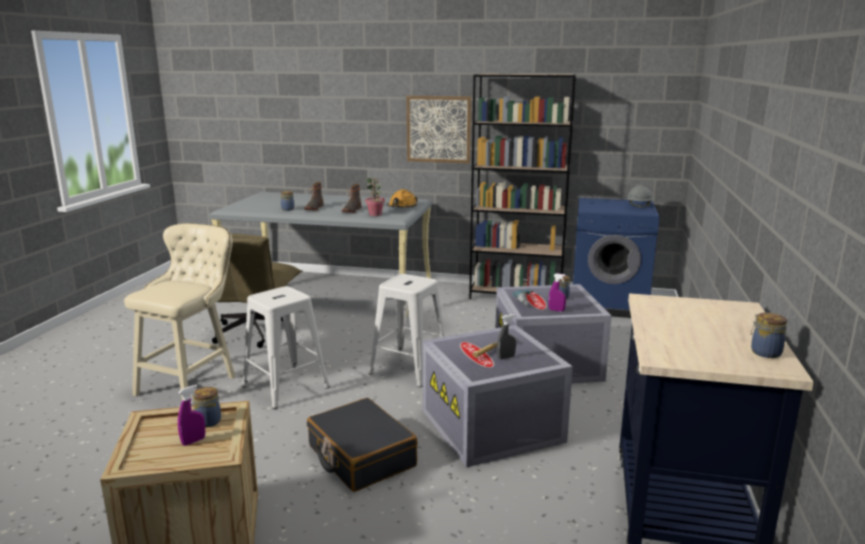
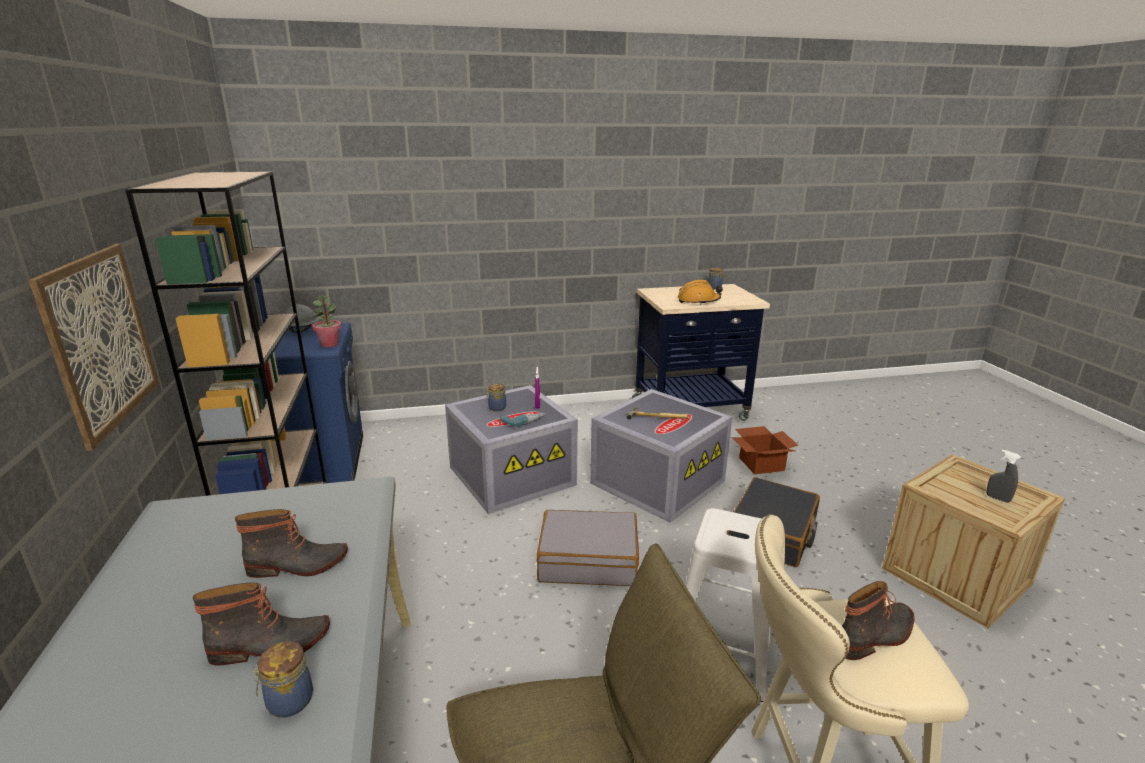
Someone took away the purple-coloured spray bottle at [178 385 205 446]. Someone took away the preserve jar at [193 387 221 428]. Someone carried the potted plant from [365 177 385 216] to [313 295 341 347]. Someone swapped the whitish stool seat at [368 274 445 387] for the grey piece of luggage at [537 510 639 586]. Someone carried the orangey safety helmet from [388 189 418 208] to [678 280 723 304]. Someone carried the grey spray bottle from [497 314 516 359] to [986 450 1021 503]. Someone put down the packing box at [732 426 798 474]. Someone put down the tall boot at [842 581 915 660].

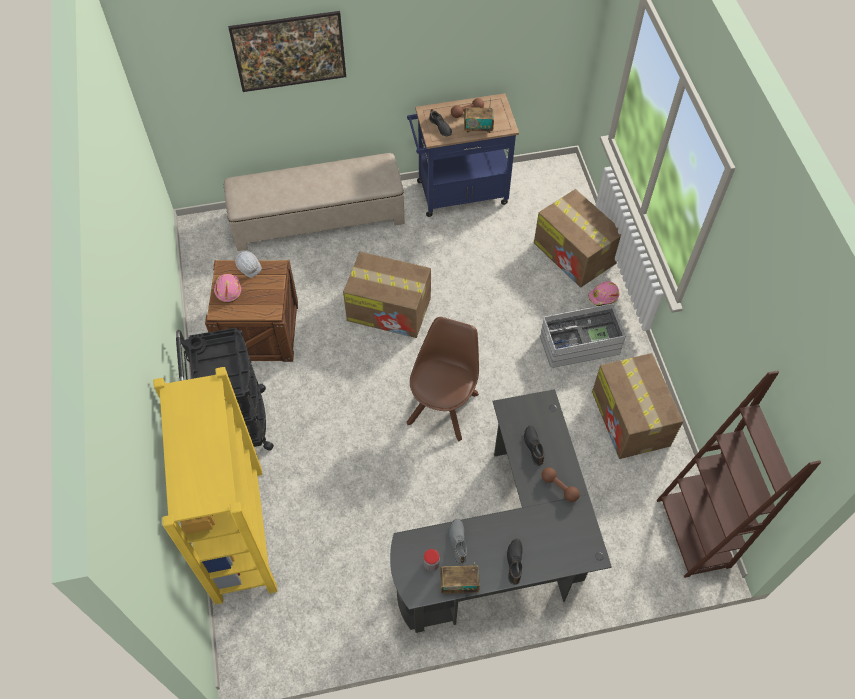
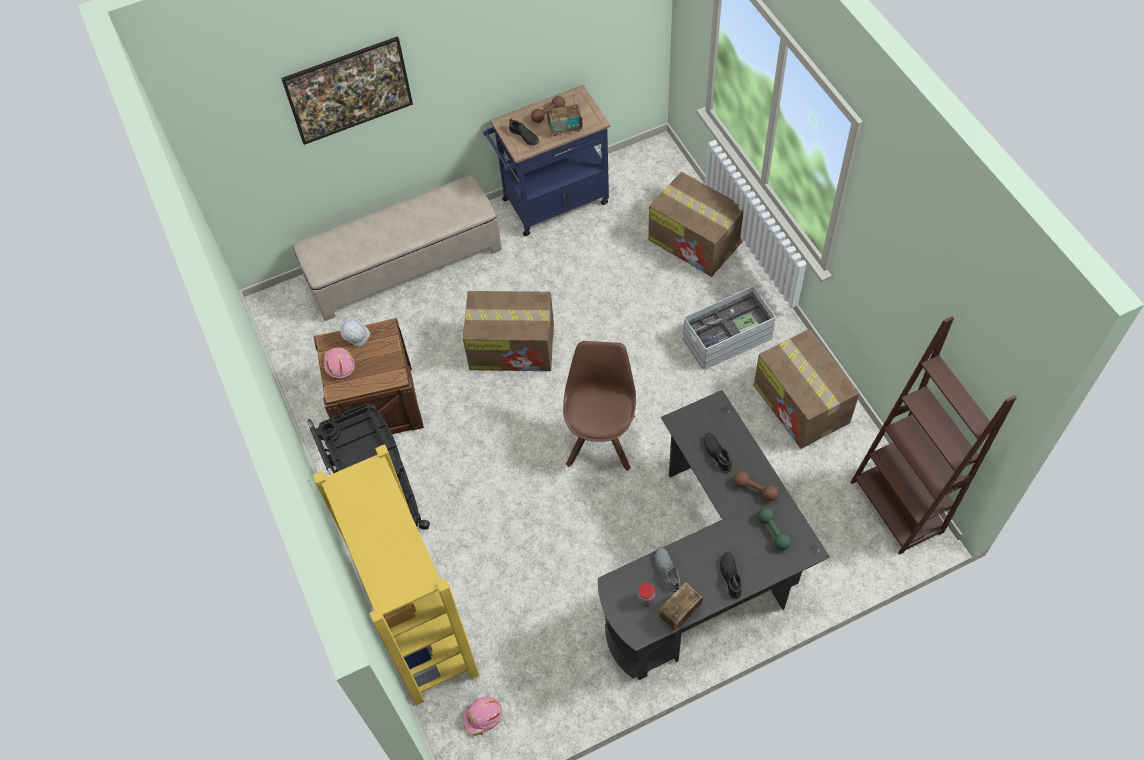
Someone rotated the radio at [440 562 480 594] by 150 degrees clockwise. Someone carried the pink safety helmet from [588 281 619 306] to [462 696 502 736]. Someone put down the green-coloured dumbbell at [758 507 791 550].

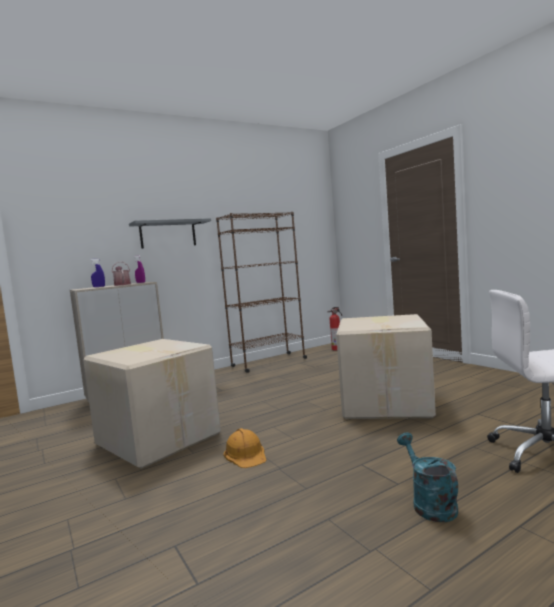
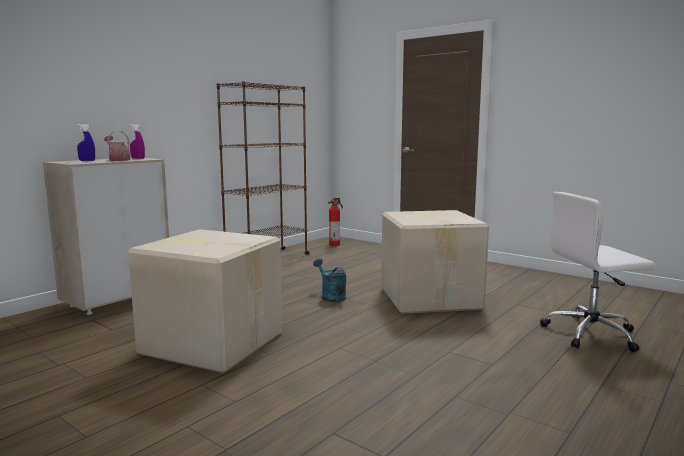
Someone took away the grey bracket shelf at [129 218 211 249]. Someone took away the orangey safety helmet at [223 428 266 468]. Someone carried the blue-green sprinkling can from [397 432 458 522] to [313 258 346 302].

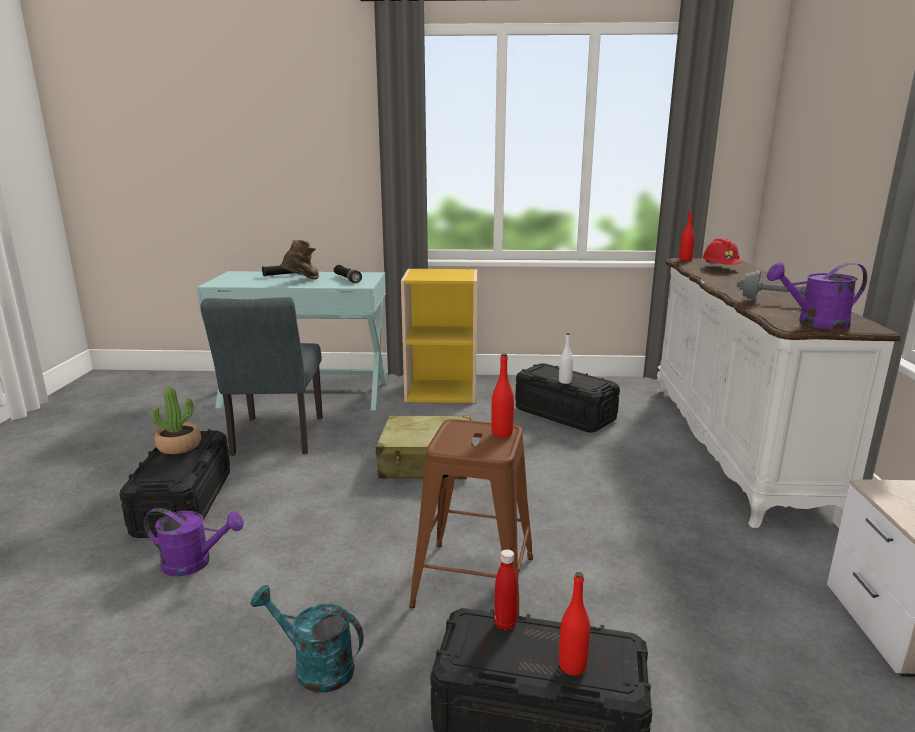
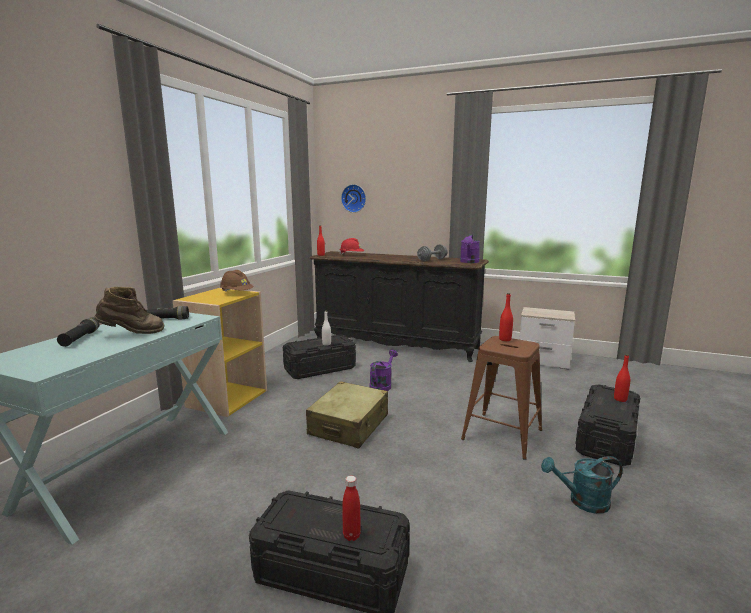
Someone carried the purple-coloured sprinkling can from [144 508 244 577] to [369 350 398 391]. Someone took away the potted plant at [151 387 201 454]. Someone took away the grey upright chair at [200 297 323 456]. Someone rotated the blue-green sprinkling can at [250 585 364 693] by 45 degrees clockwise. Someone rotated the brownish tall boot at [280 240 319 280] by 105 degrees clockwise. Someone carried the red drink bottle from [494 549 518 631] to [342 476 361 541]. Someone repainted the whitish storage cabinet at [657 258 901 528], which became the blackish storage cabinet at [310 251 489 362]. Someone put down the brownish safety helmet at [220 270 253 292]. Someone put up the wall clock at [341 184 366 213].

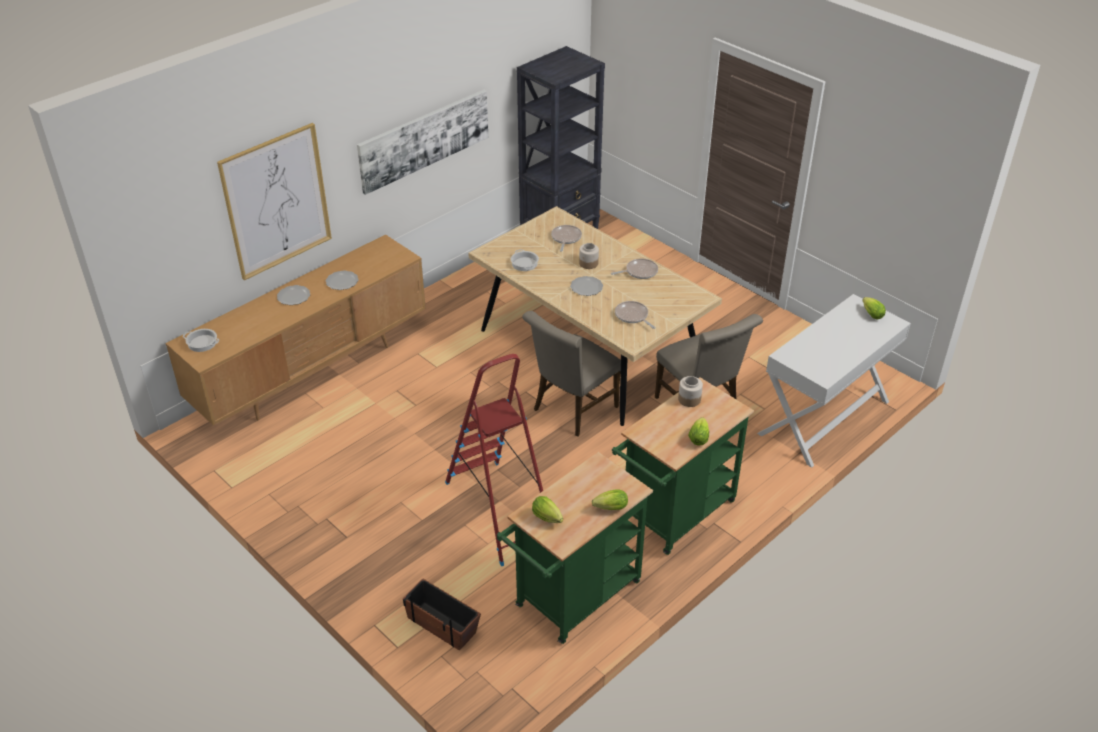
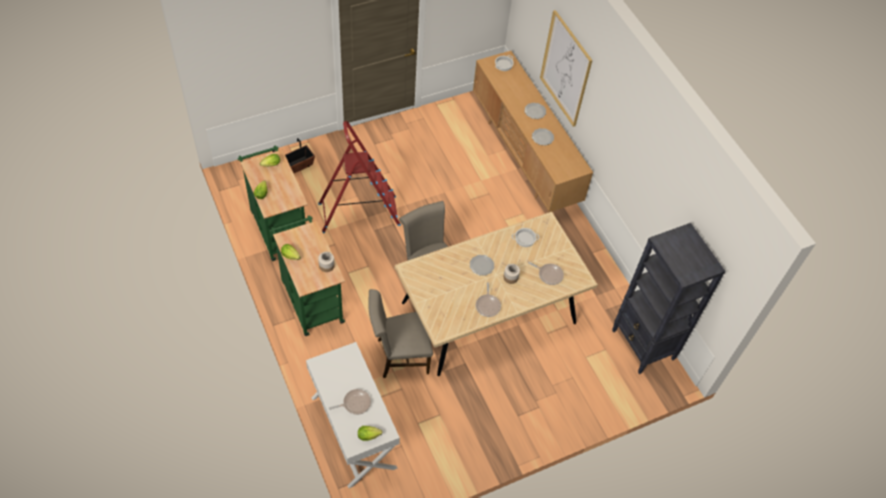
Someone took away the picture at [357 90 488 195]. Someone carried the frying pan from [615 301 656 329] to [329 389 371 415].

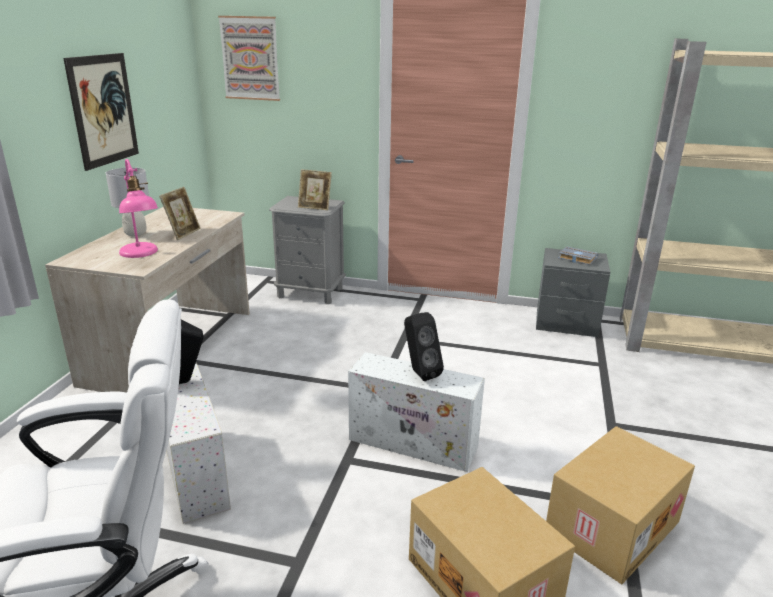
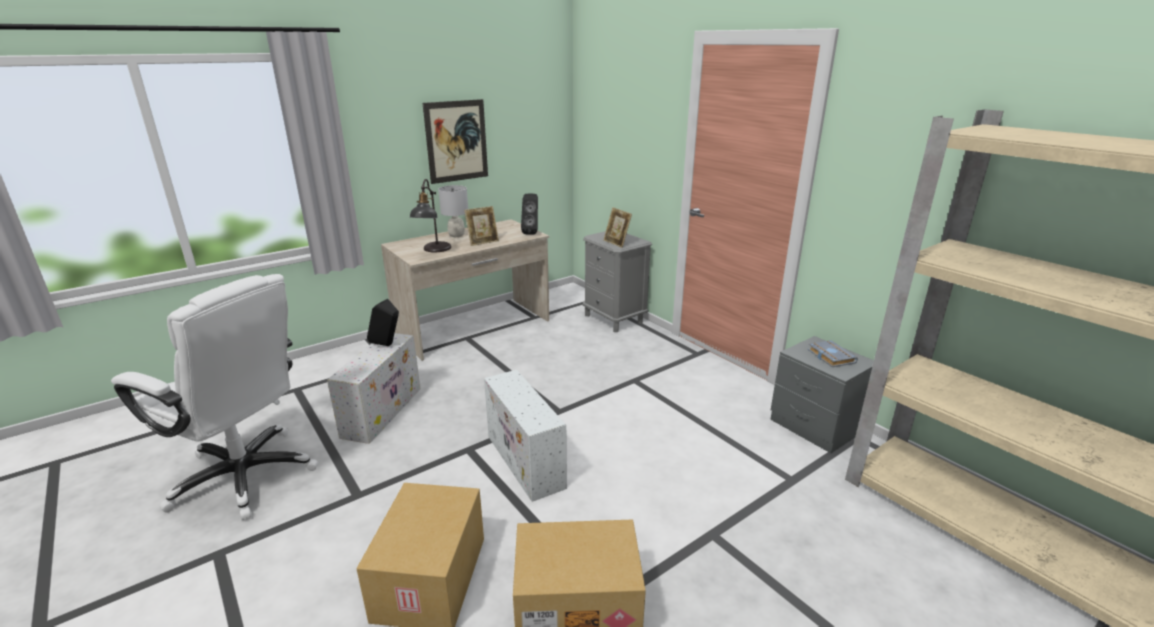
Someone repainted the pink lamp for a table at [119 159 158 258], which became the grey lamp for a table at [410 179 451 252]. Someone took away the picture at [218 16 280 101]. Someone carried the blackish speaker from [404 312 444 381] to [521 194 538 235].

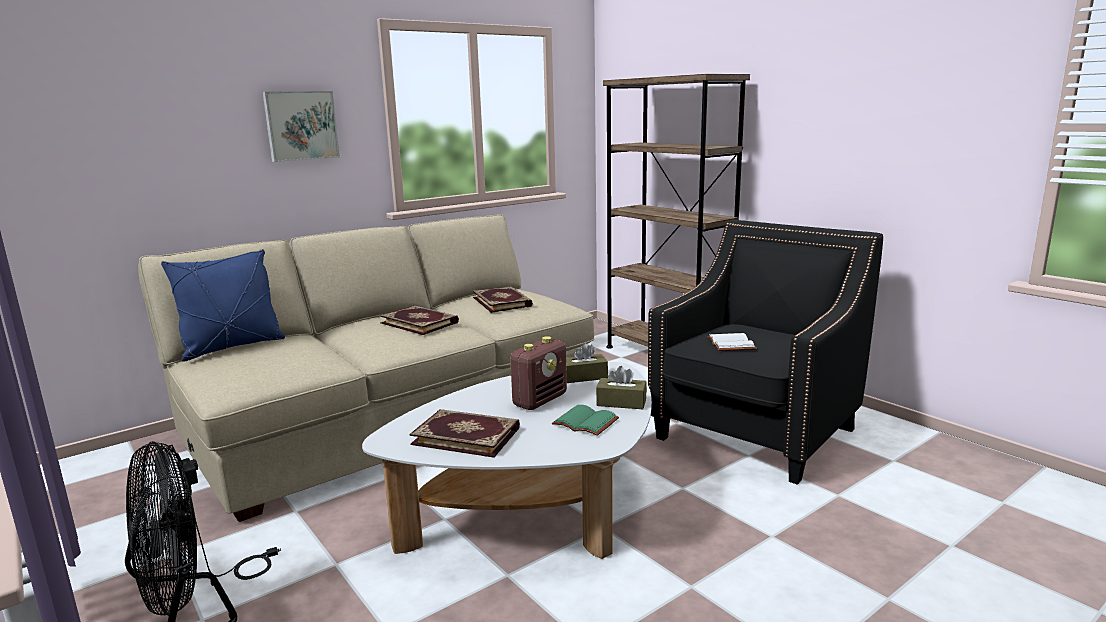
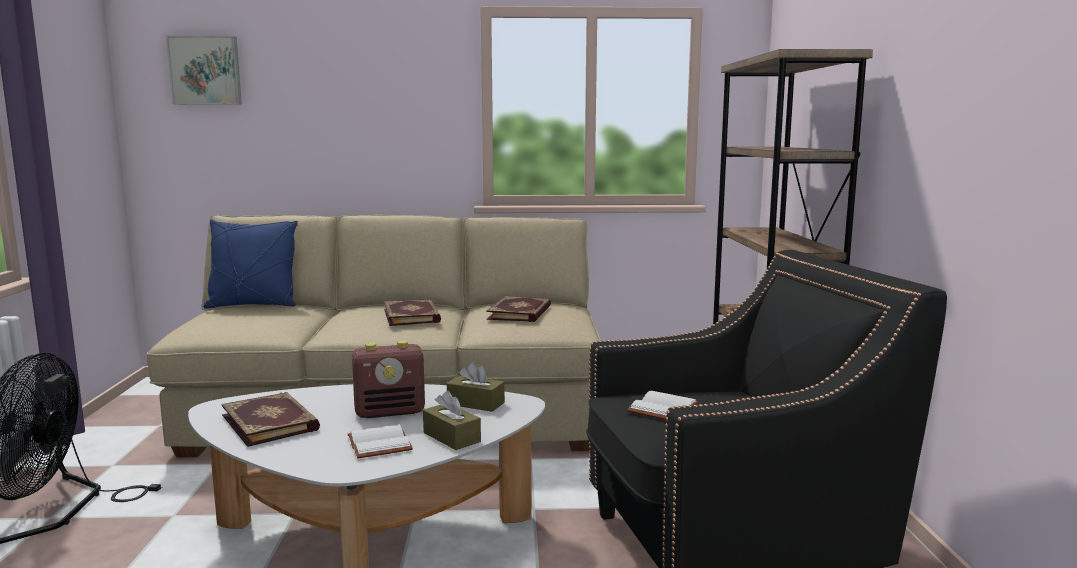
Someone carried the picture from [262 91 340 162] to [166 36 242 104]. Someone repainted the green-coloured volume at [552 405 619 436], which became the whitish volume at [348 424 413 458].

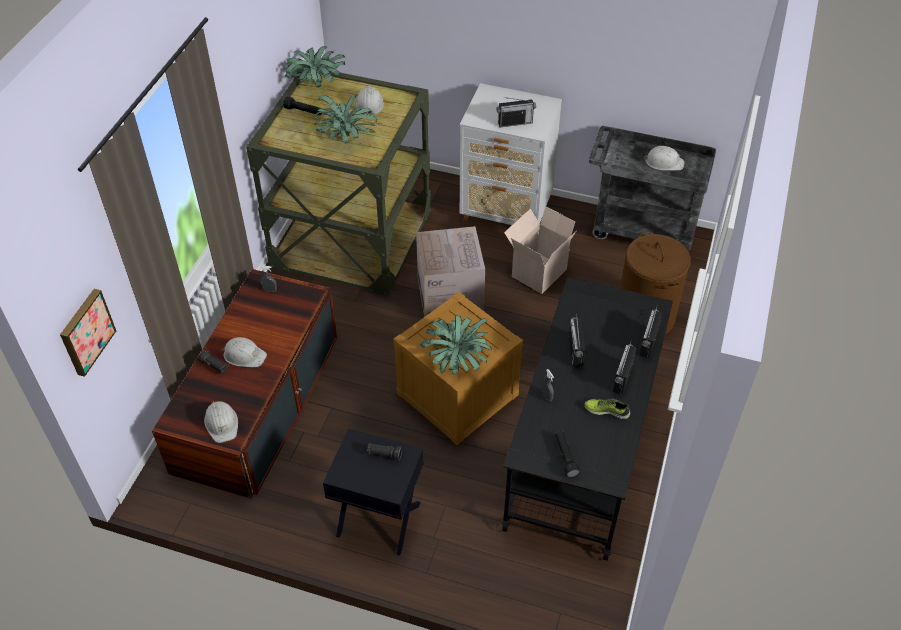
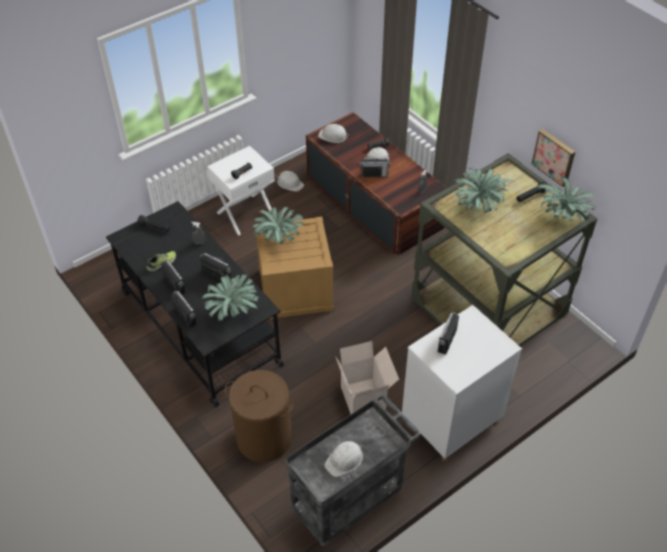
Someone carried the picture from [60 289 116 377] to [532 129 575 187]. Someone repainted the blackish night table at [323 429 423 556], which became the whitish night table at [207 146 275 235]. Someone carried the whitish safety helmet from [356 86 384 115] to [277 171 304 192]. Someone took away the packing box at [416 226 485 317]. Someone put down the potted plant at [202 274 259 321]. Someone put down the radio at [360 155 390 178].

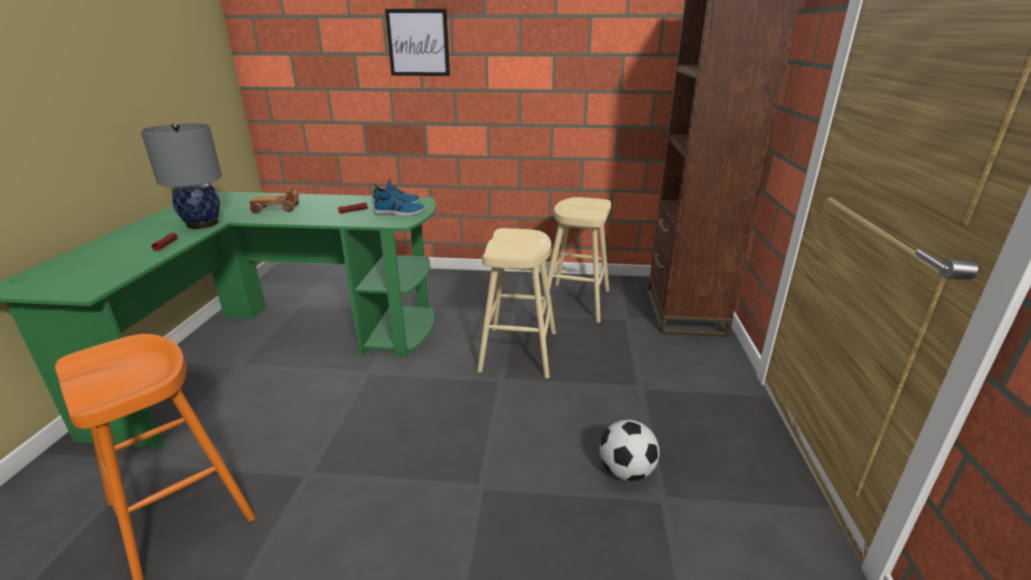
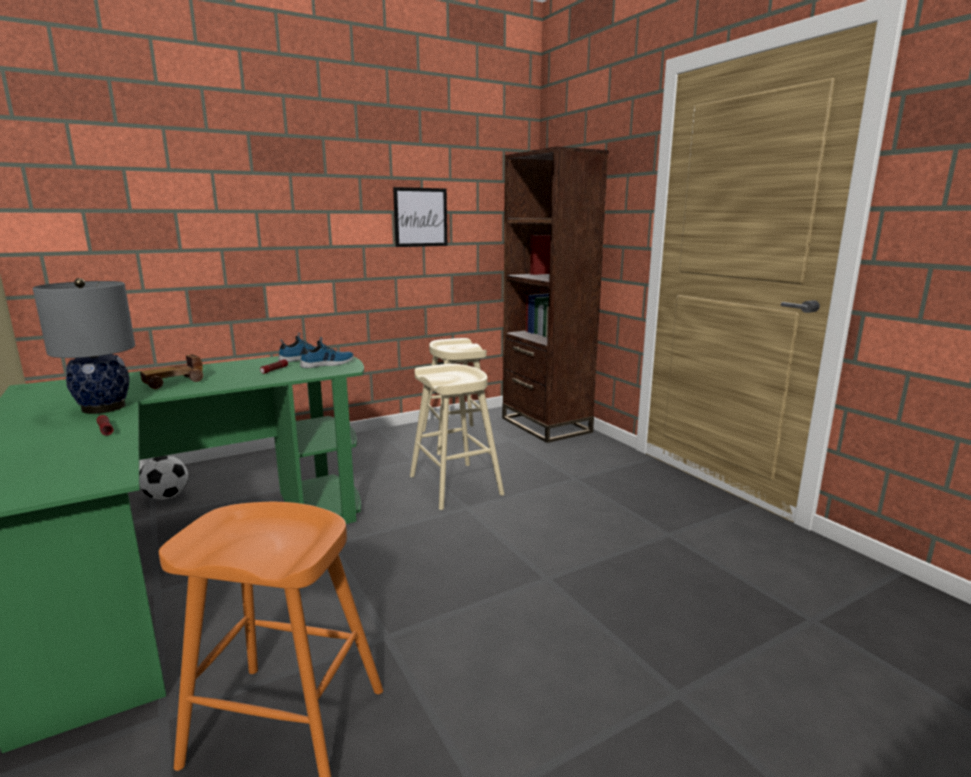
Someone carried the picture from [385 9 450 76] to [393 187 447 247]. Someone carried the ball for football from [600 420 660 481] to [140 455 188 500].

